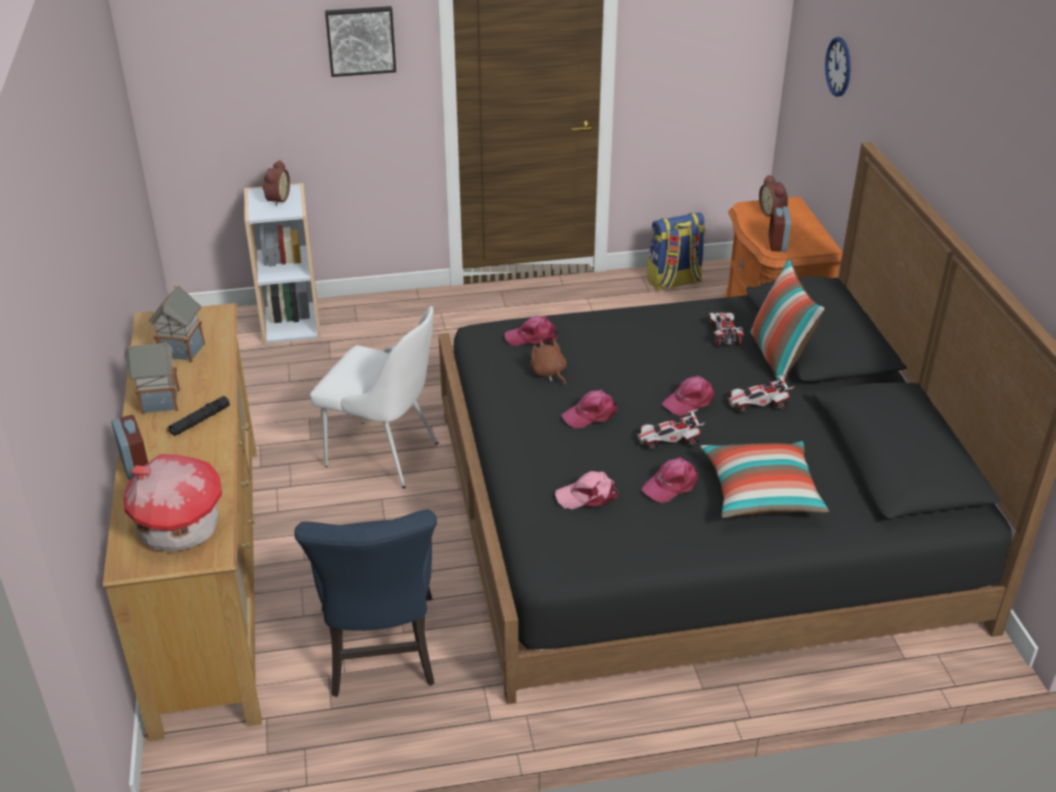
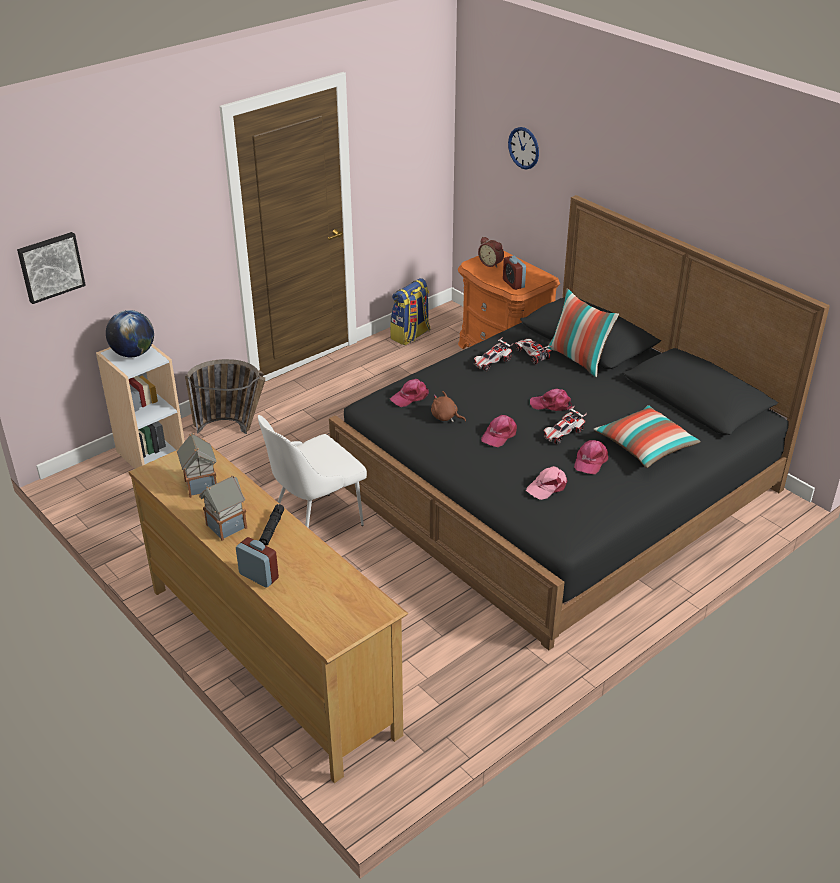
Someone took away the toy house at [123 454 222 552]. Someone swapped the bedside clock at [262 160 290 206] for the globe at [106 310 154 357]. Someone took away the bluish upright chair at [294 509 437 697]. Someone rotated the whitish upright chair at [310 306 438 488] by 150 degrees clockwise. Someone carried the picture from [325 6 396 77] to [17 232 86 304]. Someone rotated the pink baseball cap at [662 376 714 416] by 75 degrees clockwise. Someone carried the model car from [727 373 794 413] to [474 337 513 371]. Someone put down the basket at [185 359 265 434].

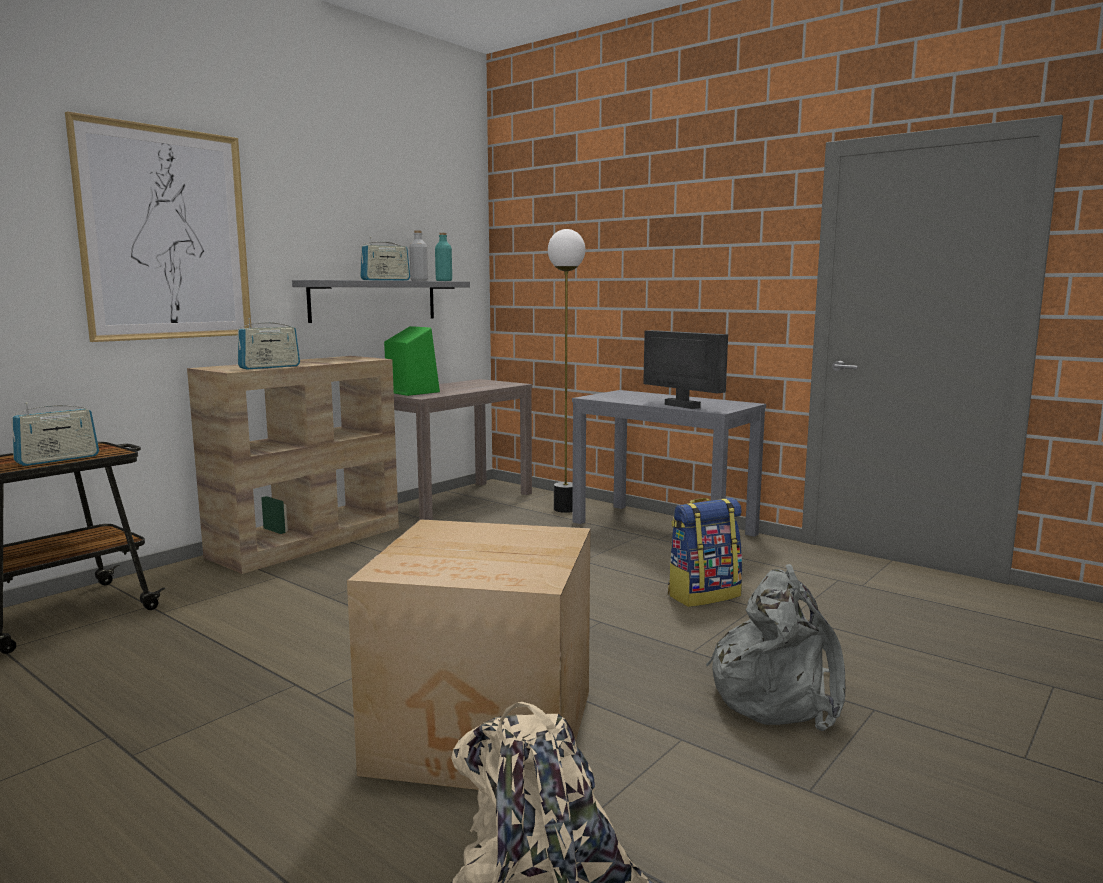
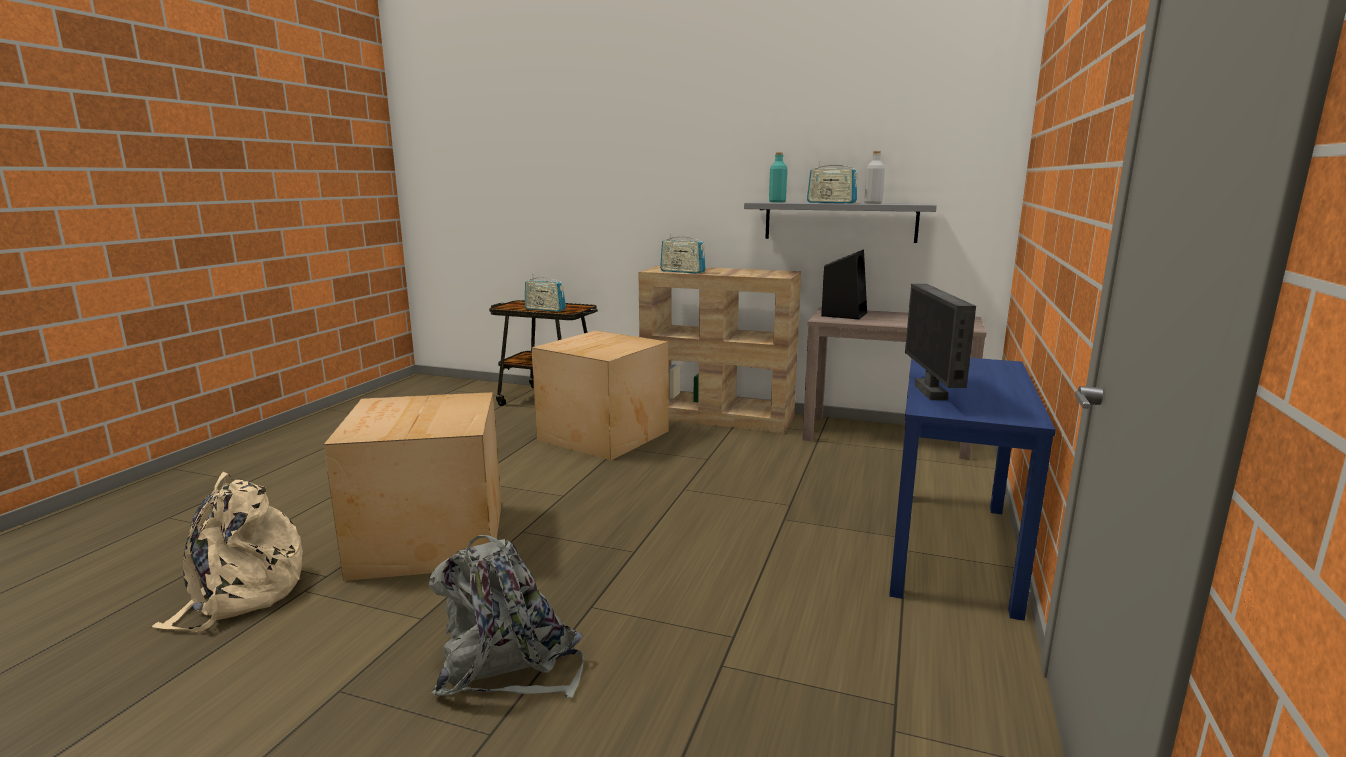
Someone took away the picture at [65 111 251 342]. Someone repainted the green-coloured speaker at [384 326 440 396], which became the blackish speaker at [821 249 867 319]. Someone carried the blue-green drink bottle from [435 233 452 281] to [769 152 787 202]. Someone took away the floor lamp at [548 229 585 513]. Someone repainted the grey narrow table at [572 390 766 537], which became the bluish narrow table at [889 358 1056 621]. Someone rotated the computer display at [643 330 728 409] by 150 degrees clockwise. Someone took away the knapsack at [668 498 743 607]. Someone put down the packing box at [532 330 669 460].

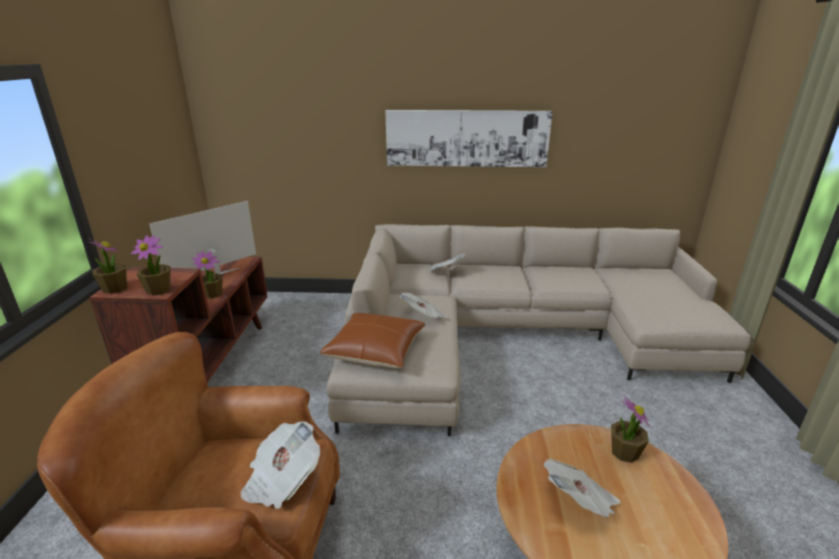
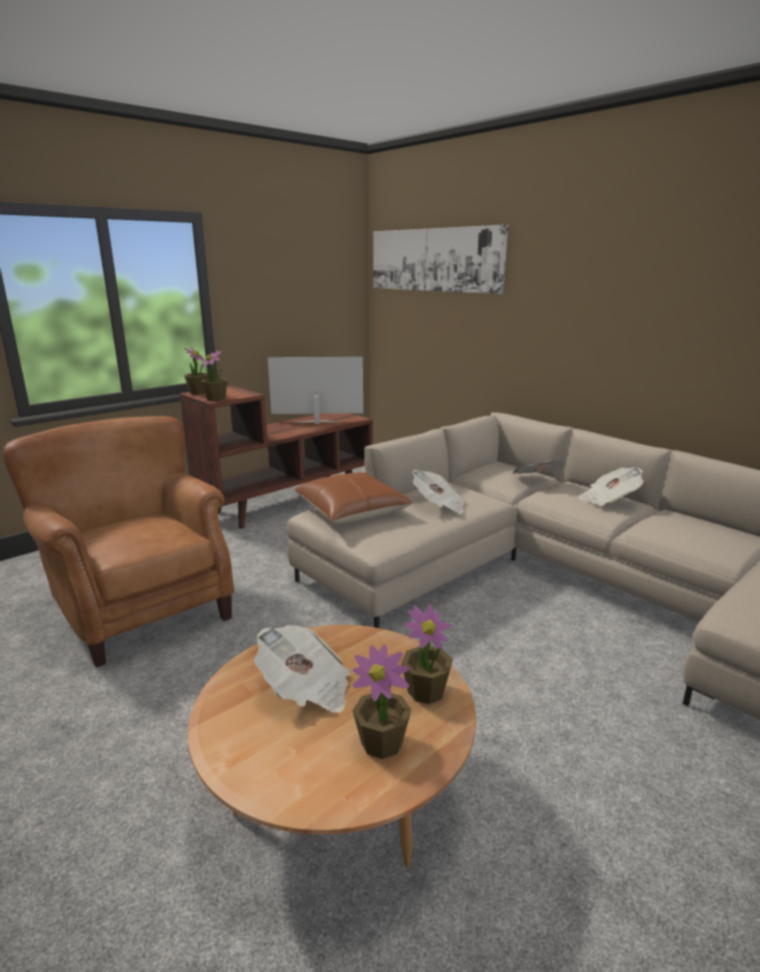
Someone carried the potted plant from [192 251 223 299] to [353 645 411 759]. Someone carried the printed paper from [240 421 320 509] to [579 467 644 506]. Someone carried the picture from [385 110 553 167] to [373 225 508 294].

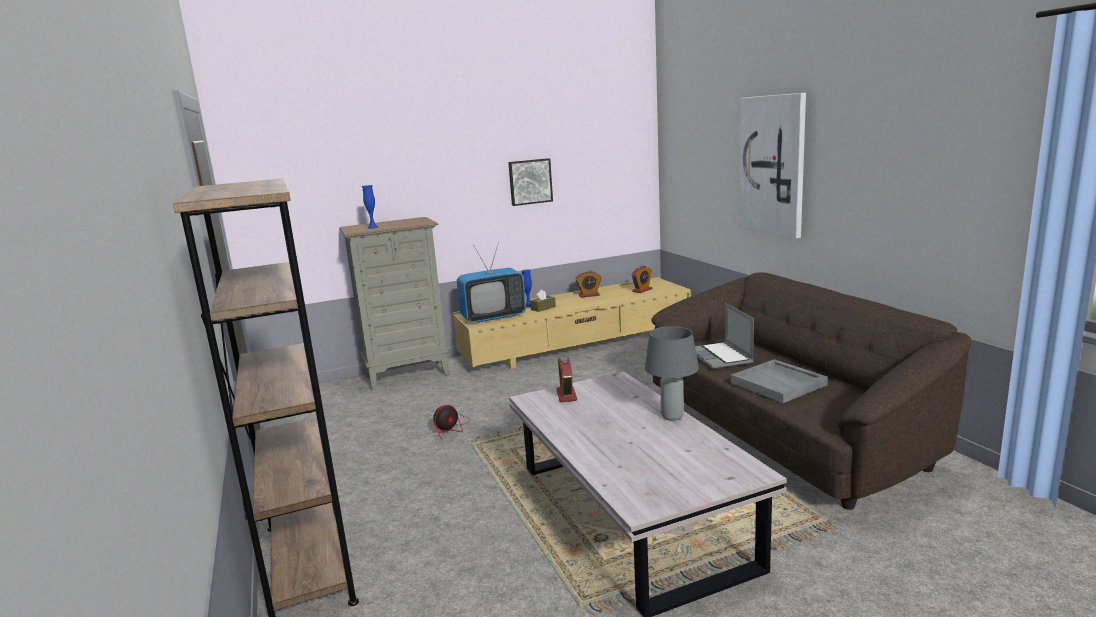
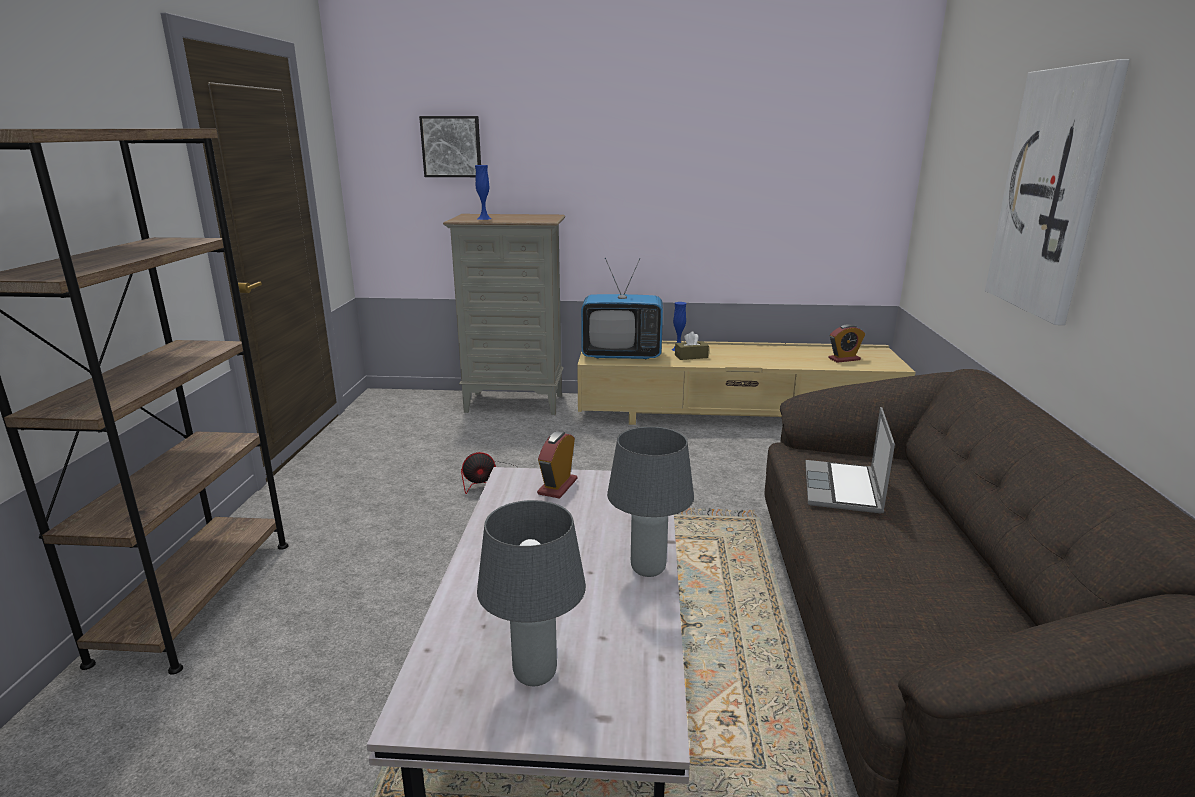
Someone carried the picture from [508 158 553 206] to [419 116 481 177]. Someone took away the bedside clock at [575 271 601 298]. Someone took away the grey serving tray at [731 359 828 403]. Someone put down the grey lamp for a table at [477 500 586 686].

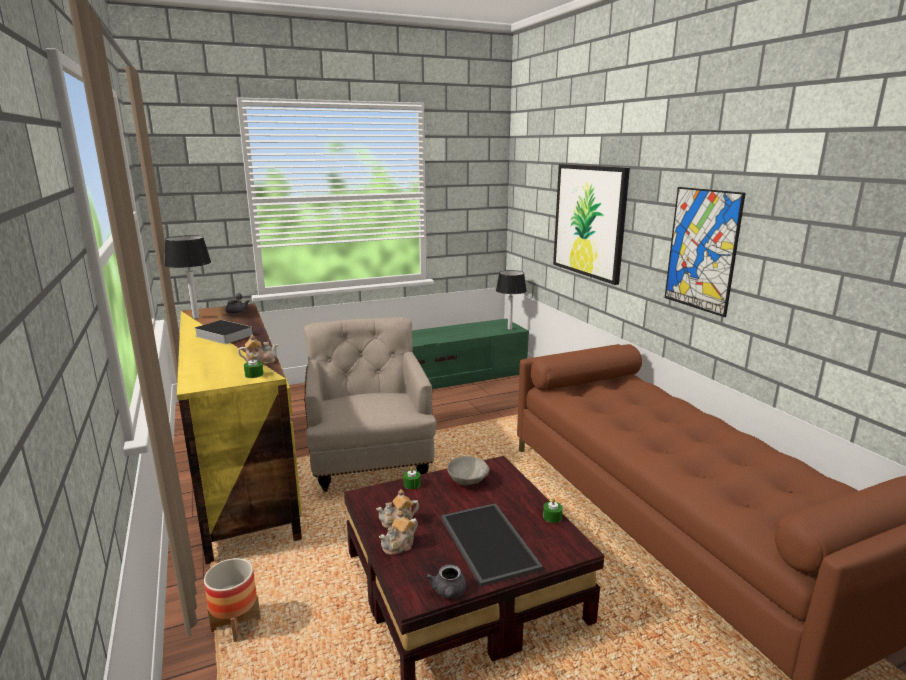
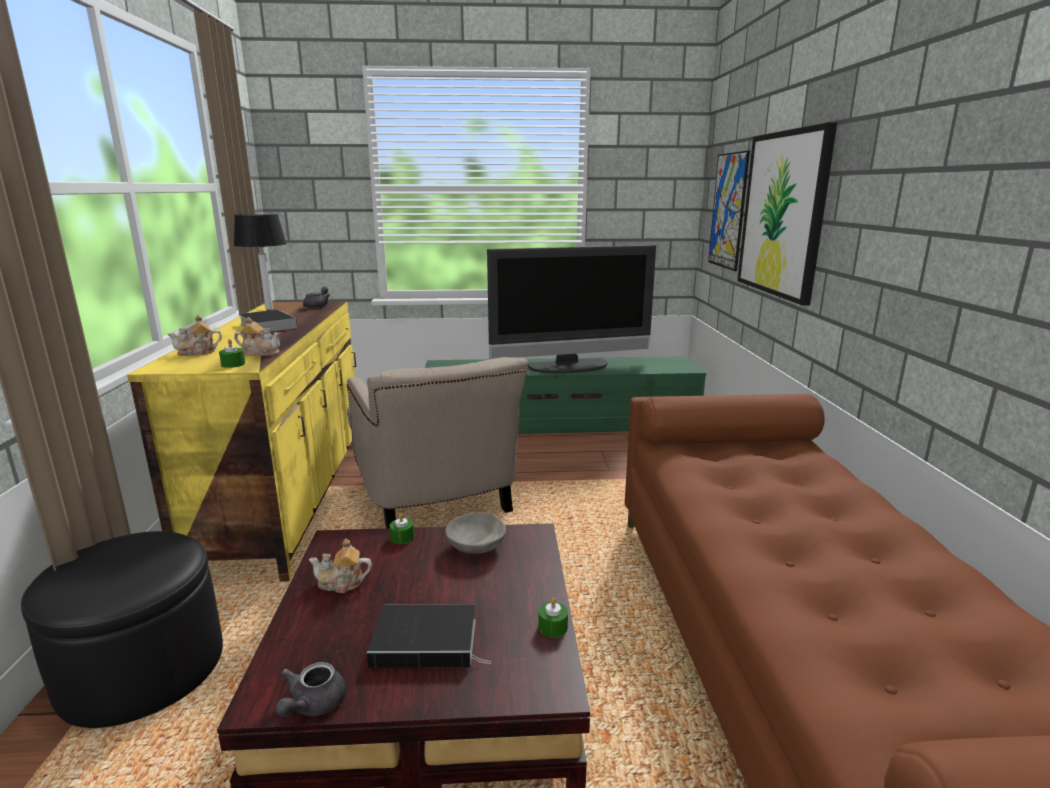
Someone swapped the plant pot at [204 558 261 642] for the blackish footrest at [21 531 223 728]. Someone rotated the beige-coloured armchair at [304 317 437 492] by 150 degrees clockwise. Someone carried the tea pot from [379 511 418 555] to [168 315 222 356]. Someone swapped the serving tray at [441 503 543 587] for the volume at [366 604 491 668]. Someone took away the lamp for a table at [496 270 527 330]. Someone carried the picture from [665 187 745 317] to [708 150 750 271]. Someone put down the television at [487 245 656 373].

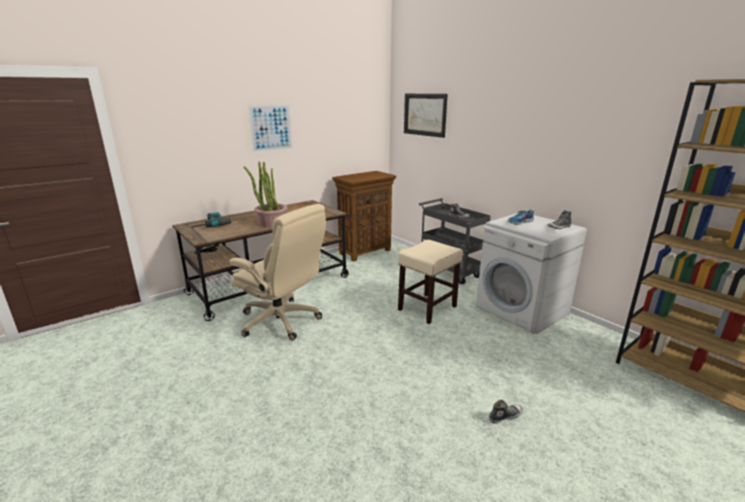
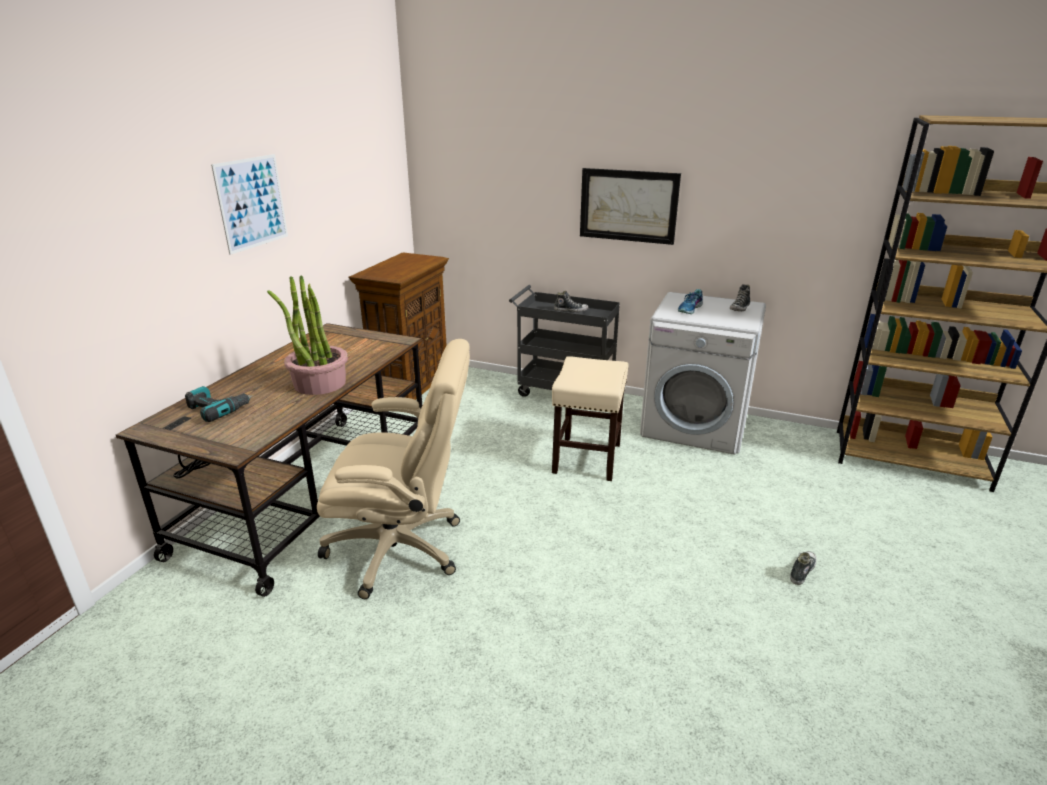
Someone carried the picture from [404 94 448 138] to [580 168 681 245].

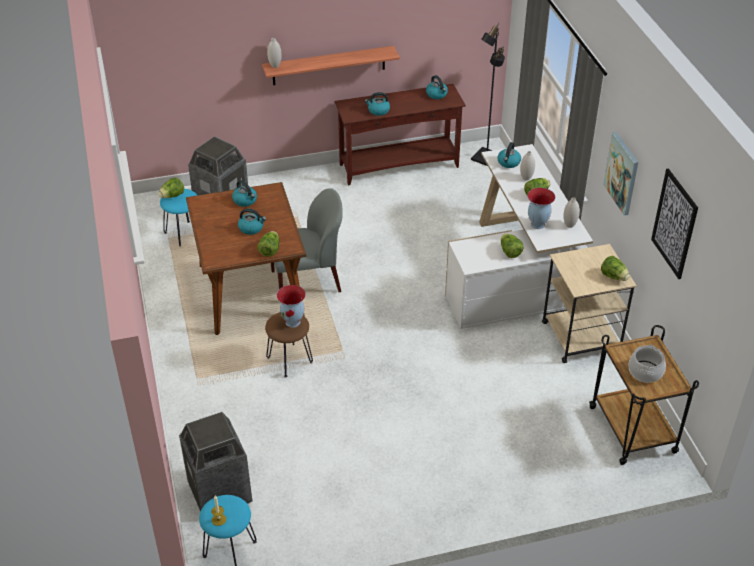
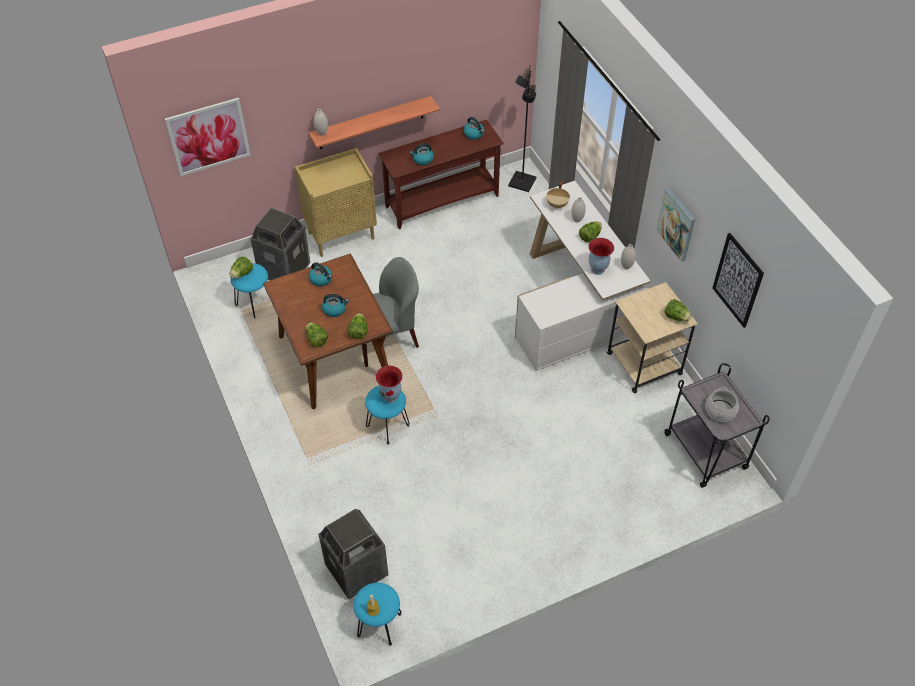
Someone repainted the brownish stool seat at [265 312 313 378], which became the blue-green stool seat at [365 386 410 445]. Someone swapped the tea kettle at [497 142 521 168] for the beige-coloured stockpot at [546 180 570 209]. Someone carried the head of lettuce from [501 234 524 258] to [306 322 328 347]. Someone repainted the brownish trolley at [589 325 699 465], which became the grey trolley at [664 363 770 488]. Someone put up the picture at [165 98 251 176]. Someone put down the beige-coloured storage cabinet at [295 148 377 257].

